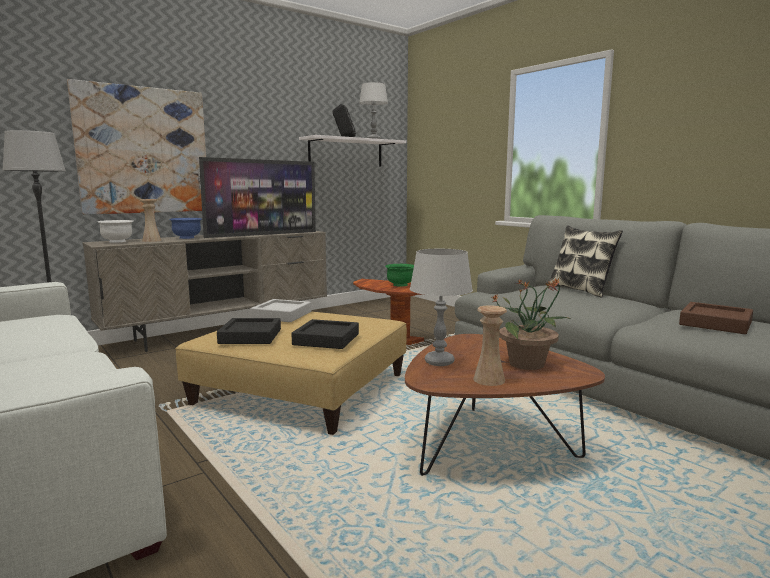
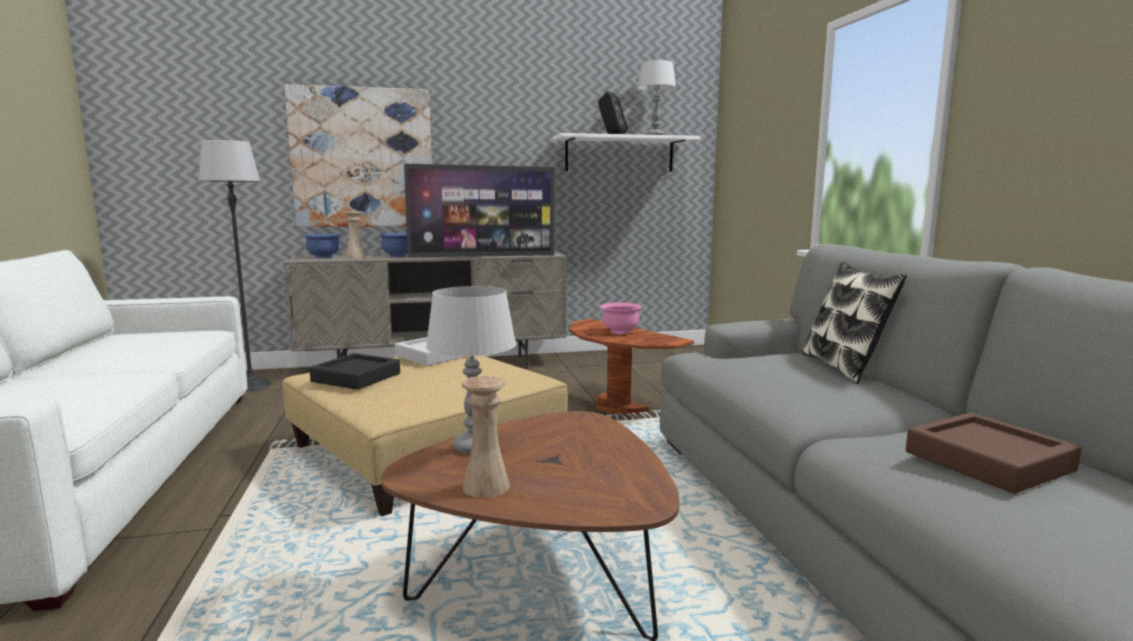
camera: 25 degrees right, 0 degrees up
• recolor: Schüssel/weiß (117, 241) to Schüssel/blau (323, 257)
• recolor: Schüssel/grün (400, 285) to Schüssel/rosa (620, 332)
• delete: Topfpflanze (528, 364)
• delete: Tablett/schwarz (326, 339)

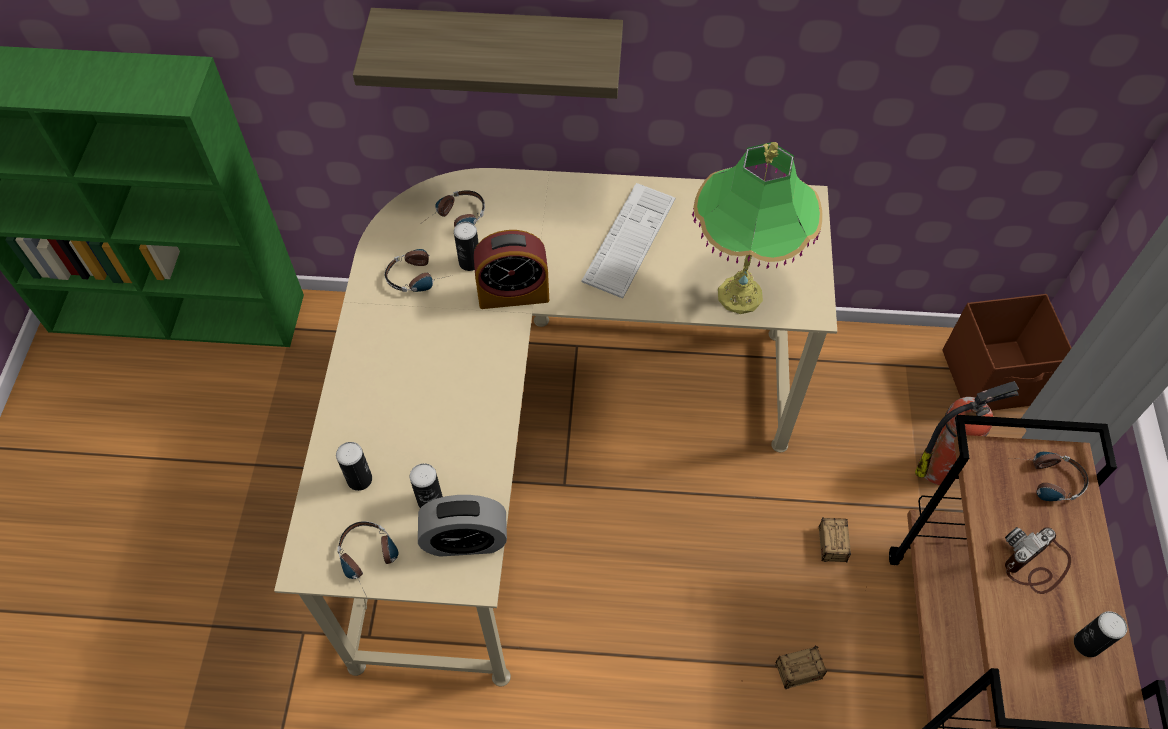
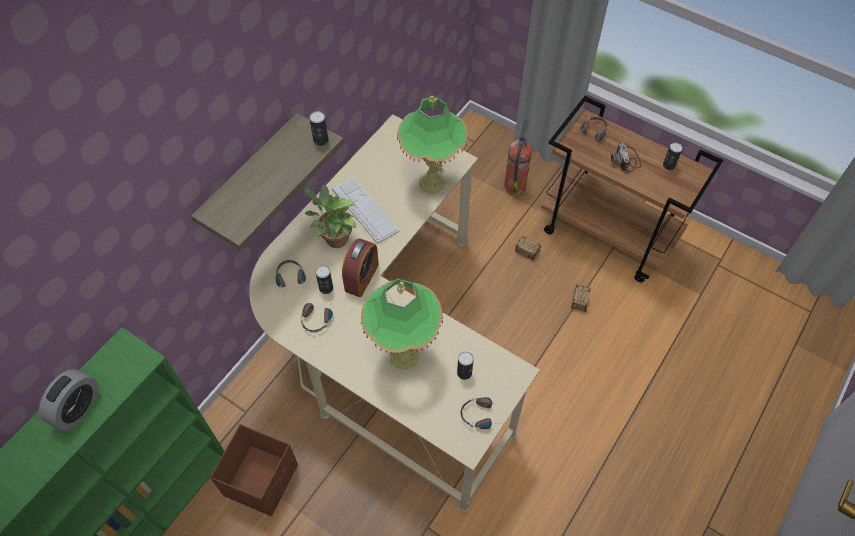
camera: 60 degrees left, 0 degrees up
• move: Aufbewahrungsbox/braun (993, 378) to (262, 479)
• move: Dose (359, 479) to (321, 140)
• move: Wecker (465, 540) to (77, 408)
• insert: Topfpflanze (334, 238)
• insert: Tischlampe (403, 356)

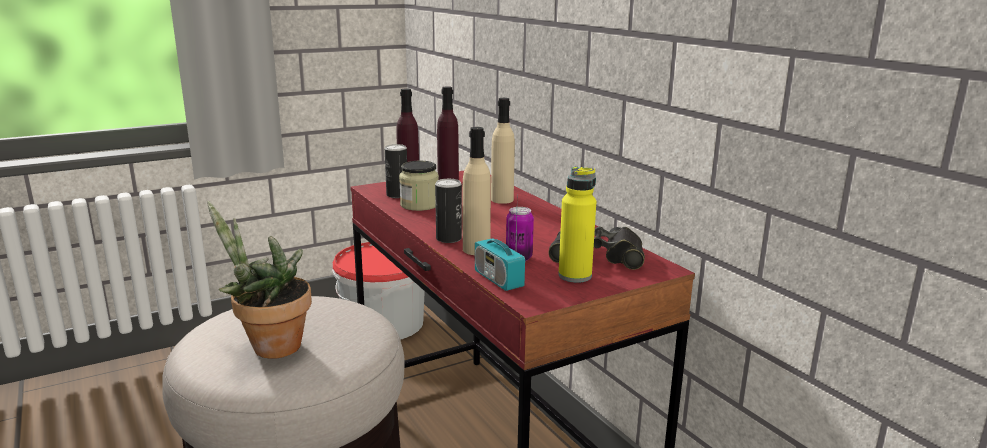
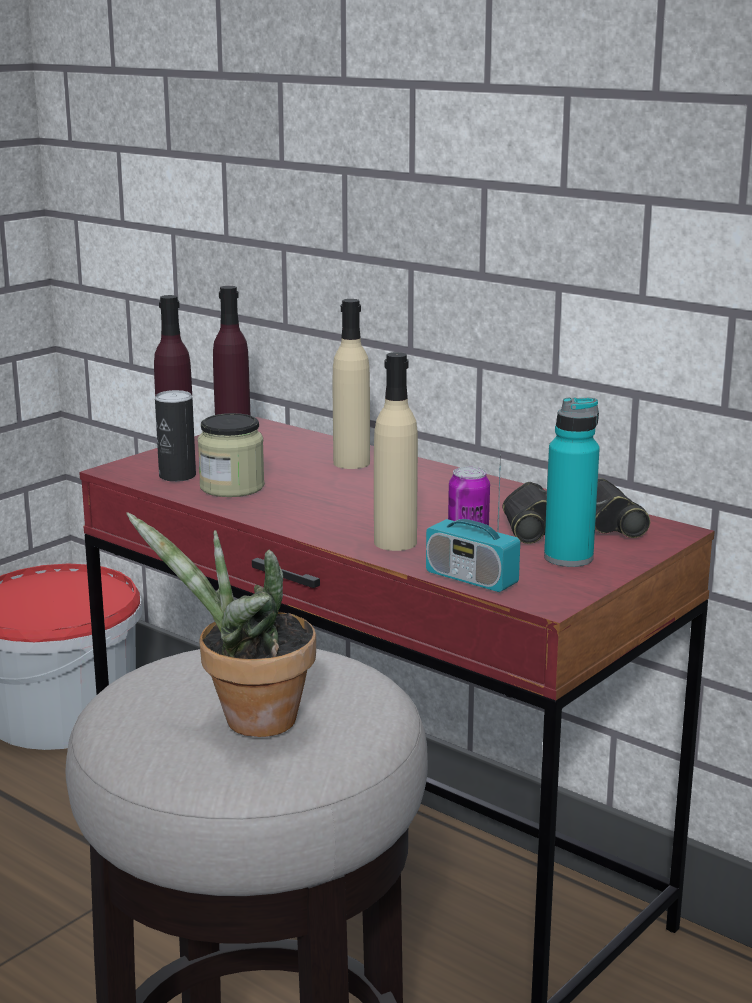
camera: 20 degrees left, 0 degrees up
• recolor: Flasche/gelb (575, 276) to Flasche/türkis (568, 558)
• delete: Dose (448, 238)

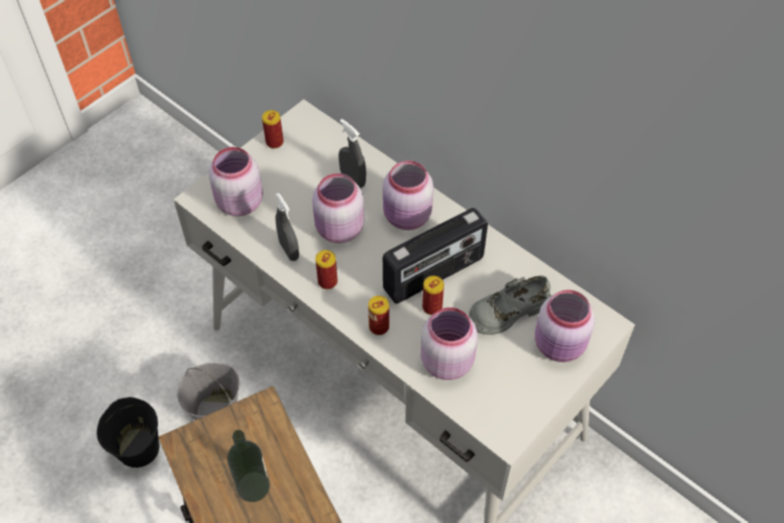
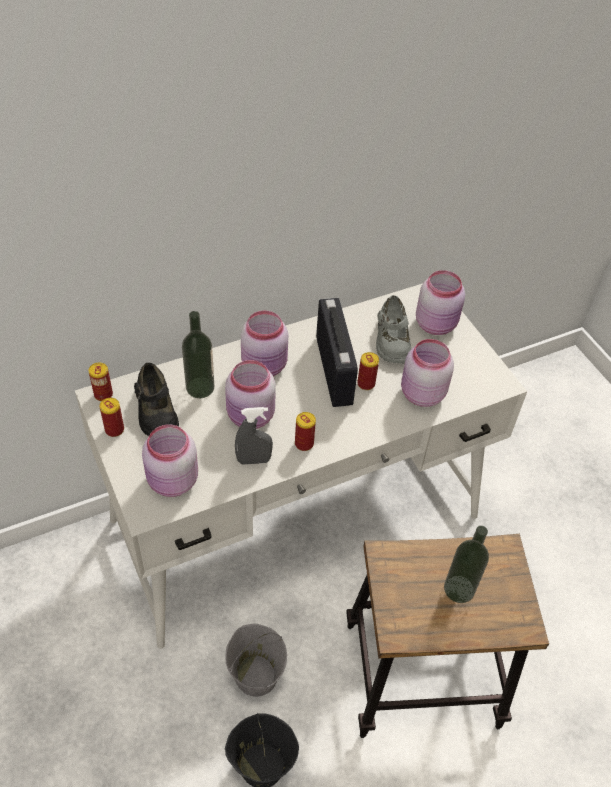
camera: 70 degrees left, 5 degrees down
• replace: Sprühflasche/grau (353, 179) to Flasche (200, 387)
• move: Dose (379, 327) to (103, 394)
• insert: Schuh/schwarz (155, 410)

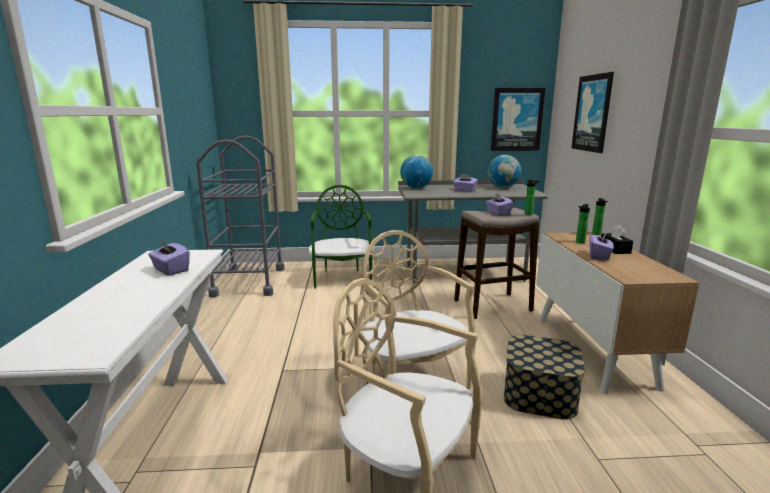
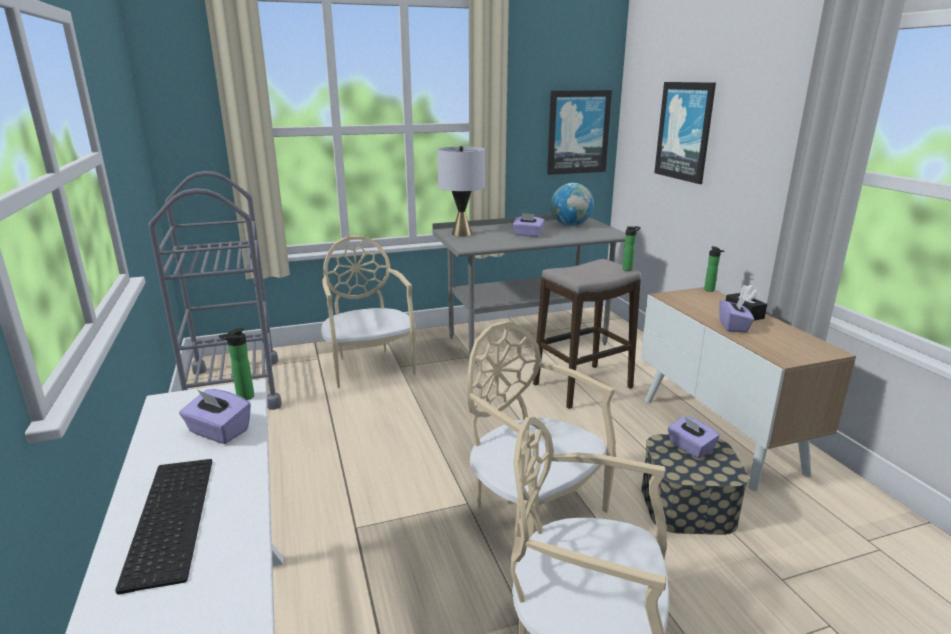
camera: 15 degrees left, 5 degrees up
• replace: Globus (416, 188) to Tischlampe/grau (461, 233)
• recolor: Stuhl/grün (342, 278) to Stuhl/beige (370, 366)
• move: Taschentuchbox/lila (498, 213) to (690, 448)
• move: Flasche (579, 242) to (243, 398)
• insert: Tastatur (167, 517)

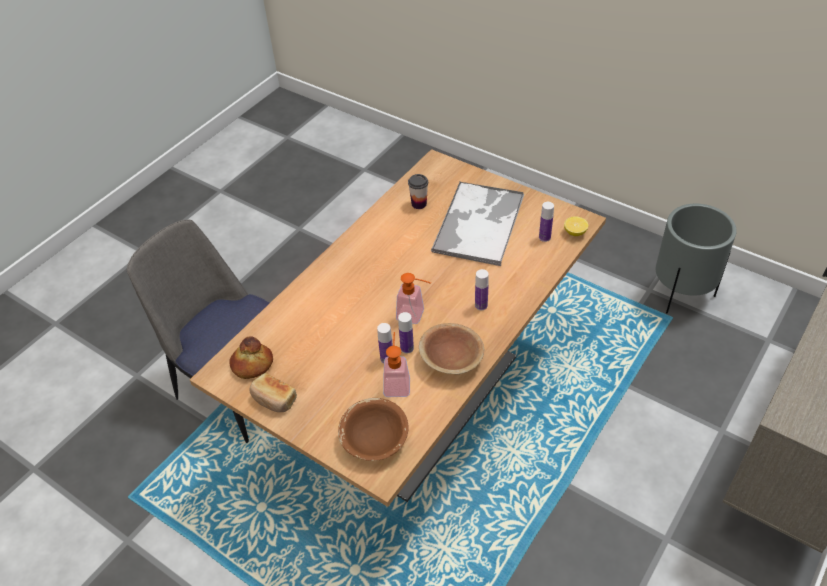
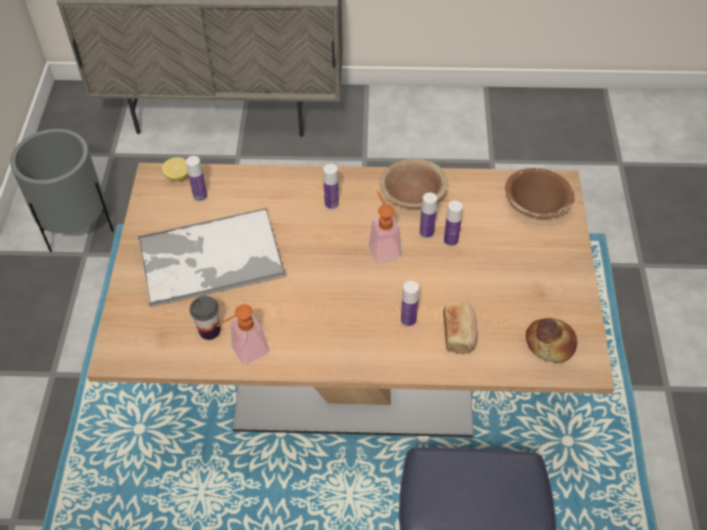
camera: 125 degrees left, 5 degrees up
• move: Seifenspender (397, 382) to (244, 352)
• move: Brot (274, 399) to (459, 334)
• insert: Flasche (408, 320)

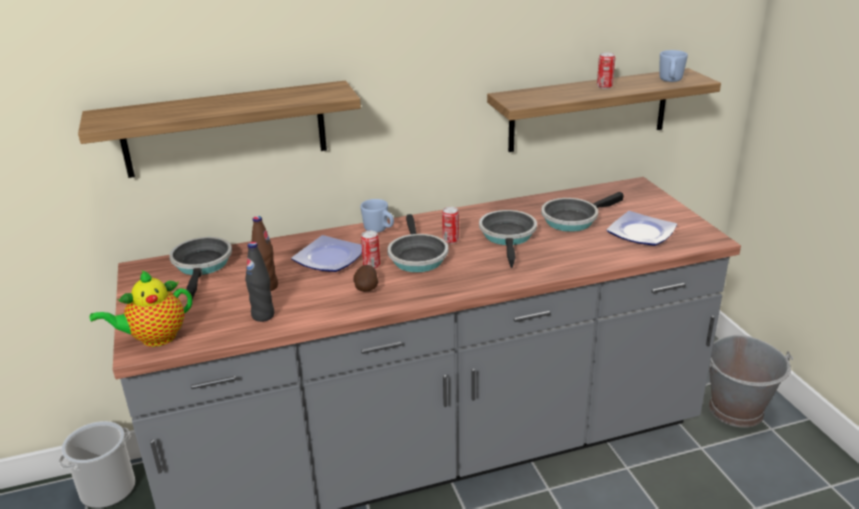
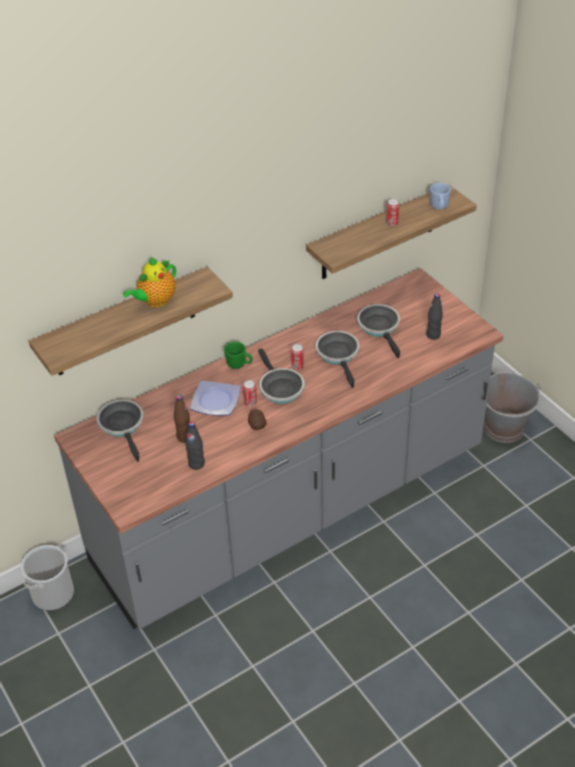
camera: 15 degrees left, 15 degrees up
• rotate: Pfanne (573, 219) = (380, 328) 120 degrees clockwise
• recolor: Henkelbecher/blau (379, 230) to Henkelbecher/grün (239, 365)
• replace: Teller (641, 233) to Flasche/schwarz (433, 335)
• move: Teekanne (154, 338) to (155, 301)

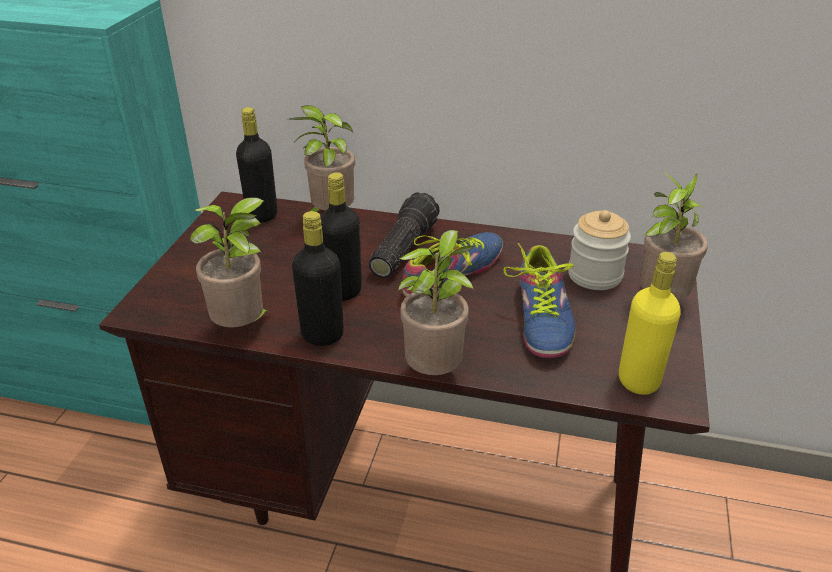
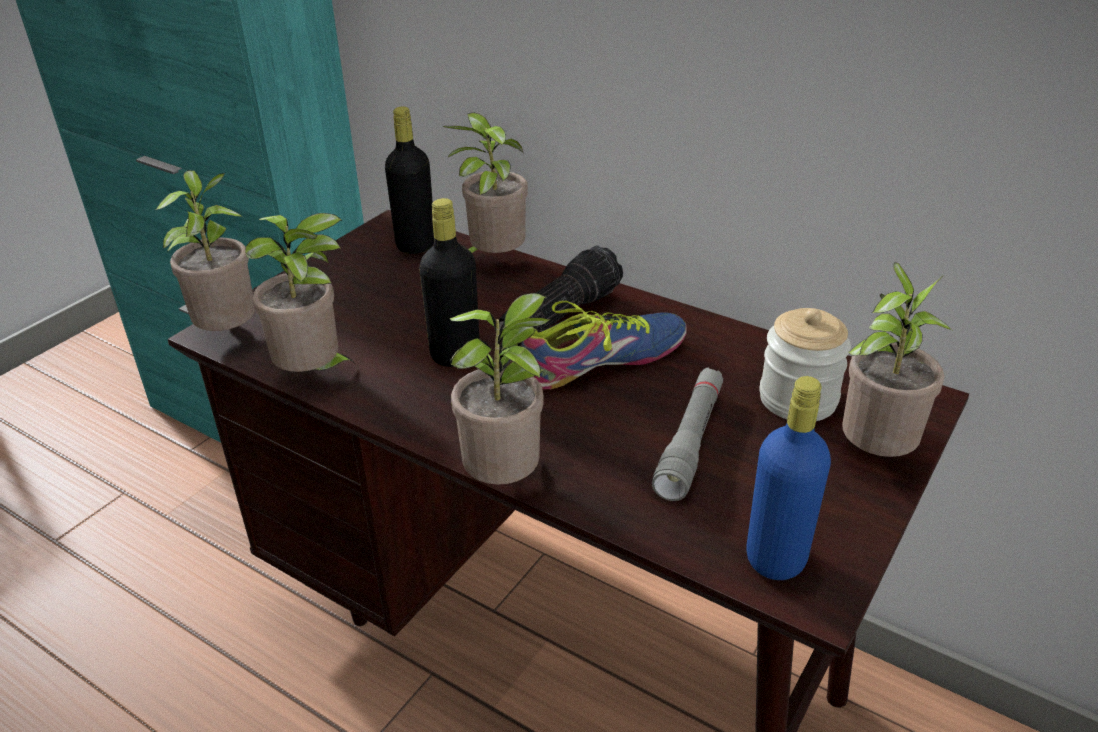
camera: 20 degrees right, 0 degrees up
• delete: Flasche/schwarz (322, 335)
• replace: Schuh (543, 318) to Taschenlampe/grau (690, 441)
• recolor: Flasche/gelb (638, 381) to Flasche/blau (775, 558)
• insert: Topfpflanze (229, 334)

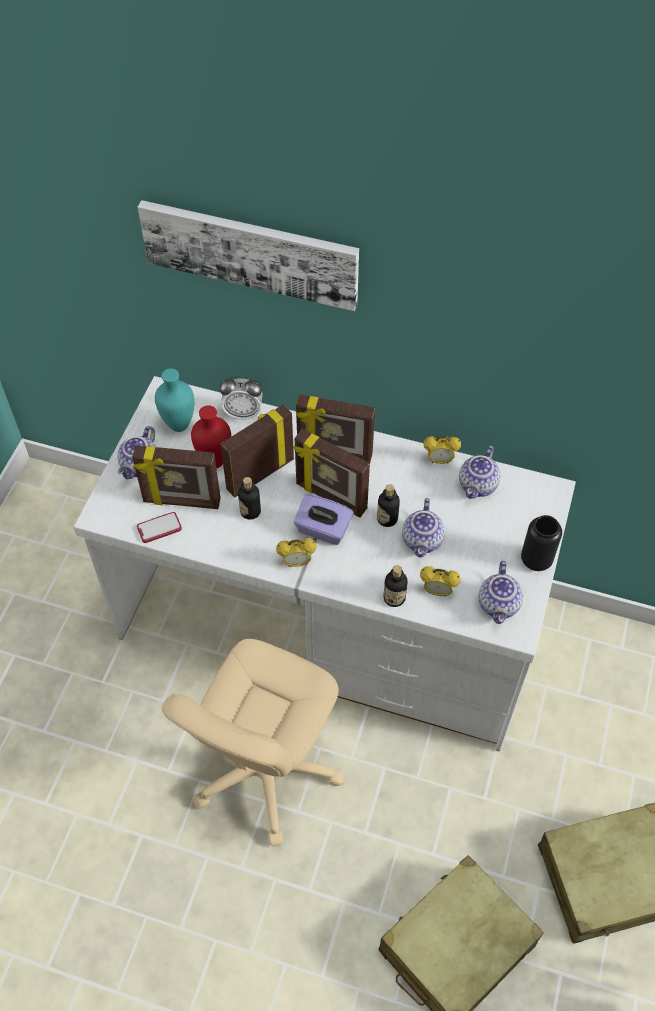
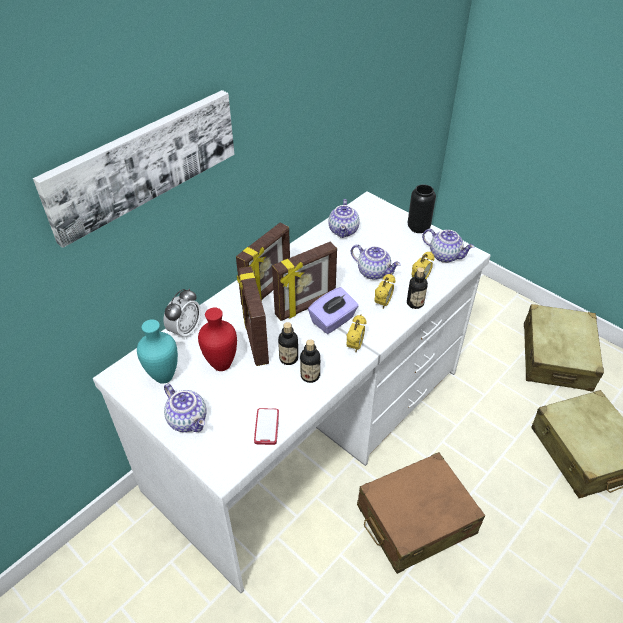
camera: 65 degrees left, 10 degrees down
• move: Wecker (439, 460) to (383, 303)
• delete: Bilderrahmen (181, 502)
• rotate: Teekanne (478, 486) = (344, 231) 45 degrees clockwise
• move: Flasche (387, 519) to (310, 375)
• replace: Bürostuhl/beige (265, 770) to Koffer/braun (415, 520)

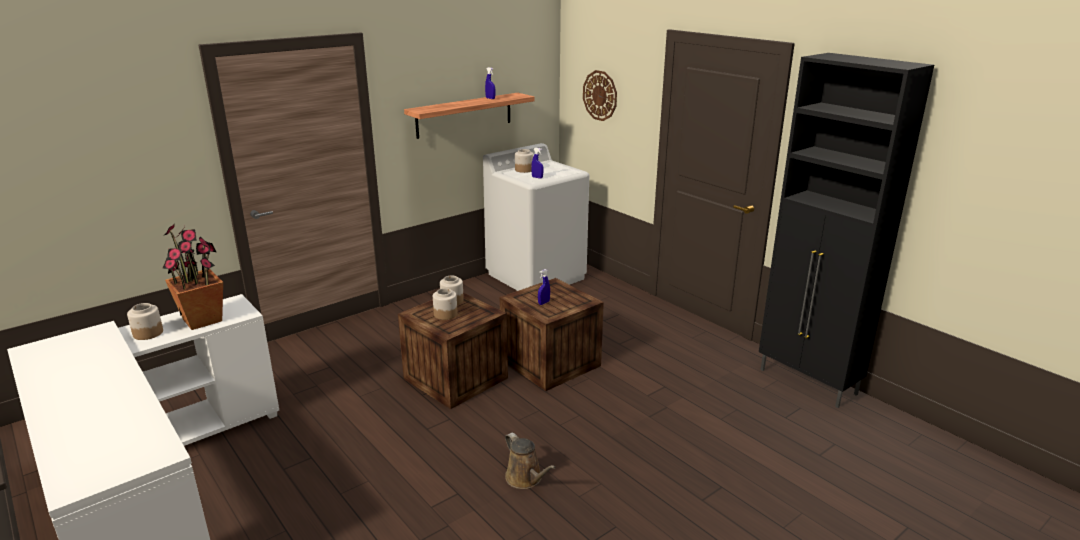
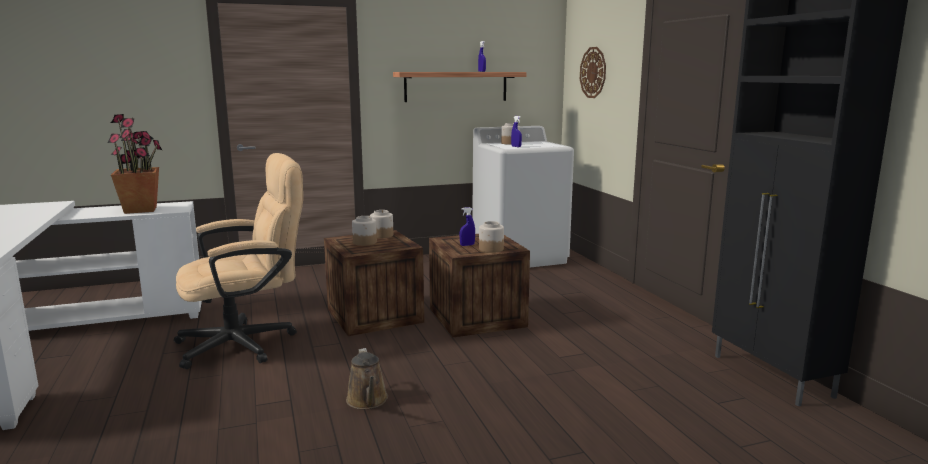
camera: 20 degrees right, 10 degrees down
• move: Vorratsglas (148, 333) to (491, 249)
• insert: Bürostuhl/beige (247, 343)

